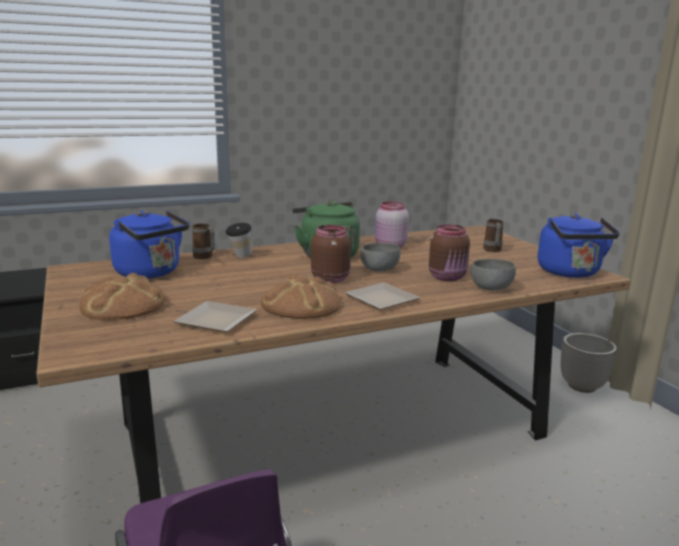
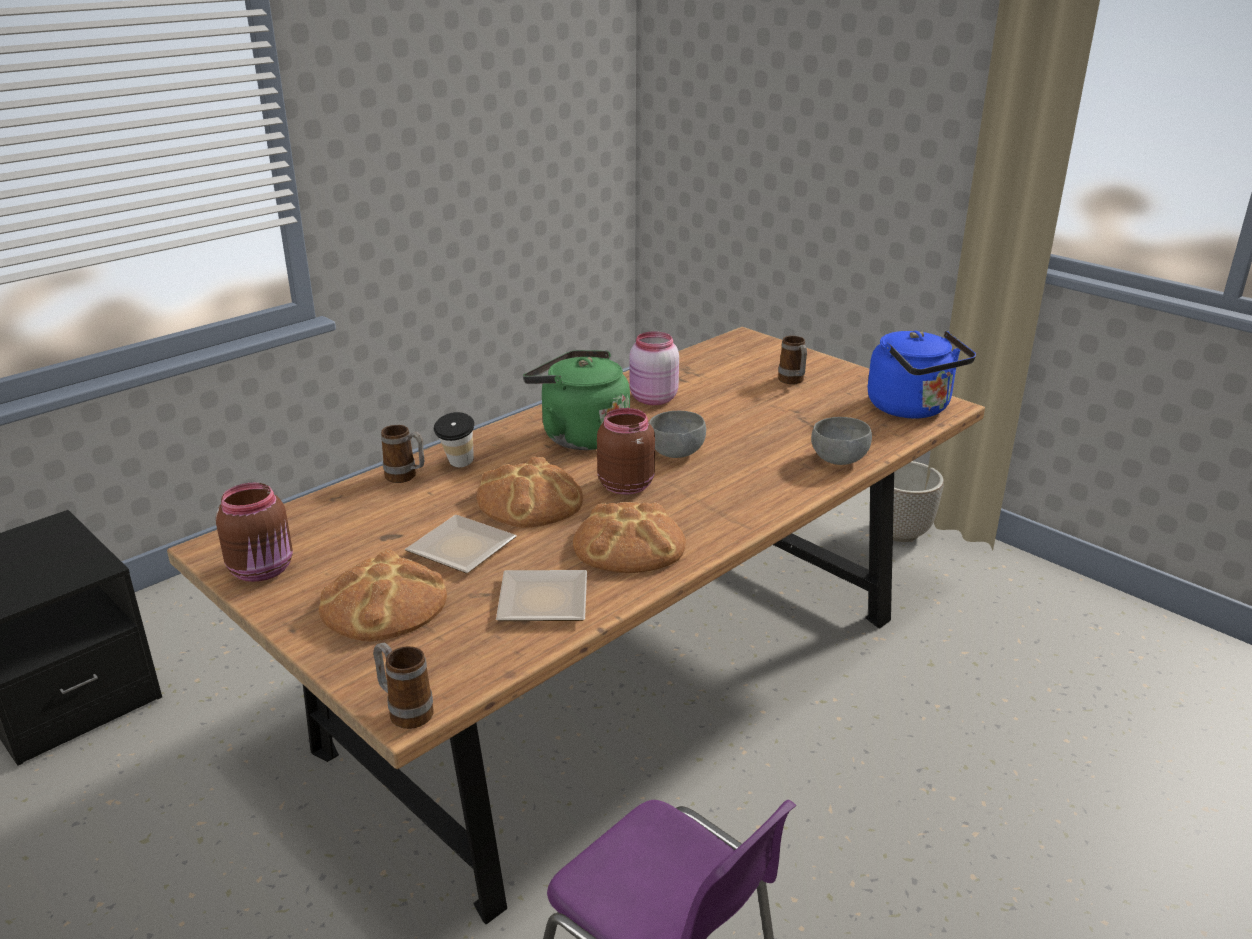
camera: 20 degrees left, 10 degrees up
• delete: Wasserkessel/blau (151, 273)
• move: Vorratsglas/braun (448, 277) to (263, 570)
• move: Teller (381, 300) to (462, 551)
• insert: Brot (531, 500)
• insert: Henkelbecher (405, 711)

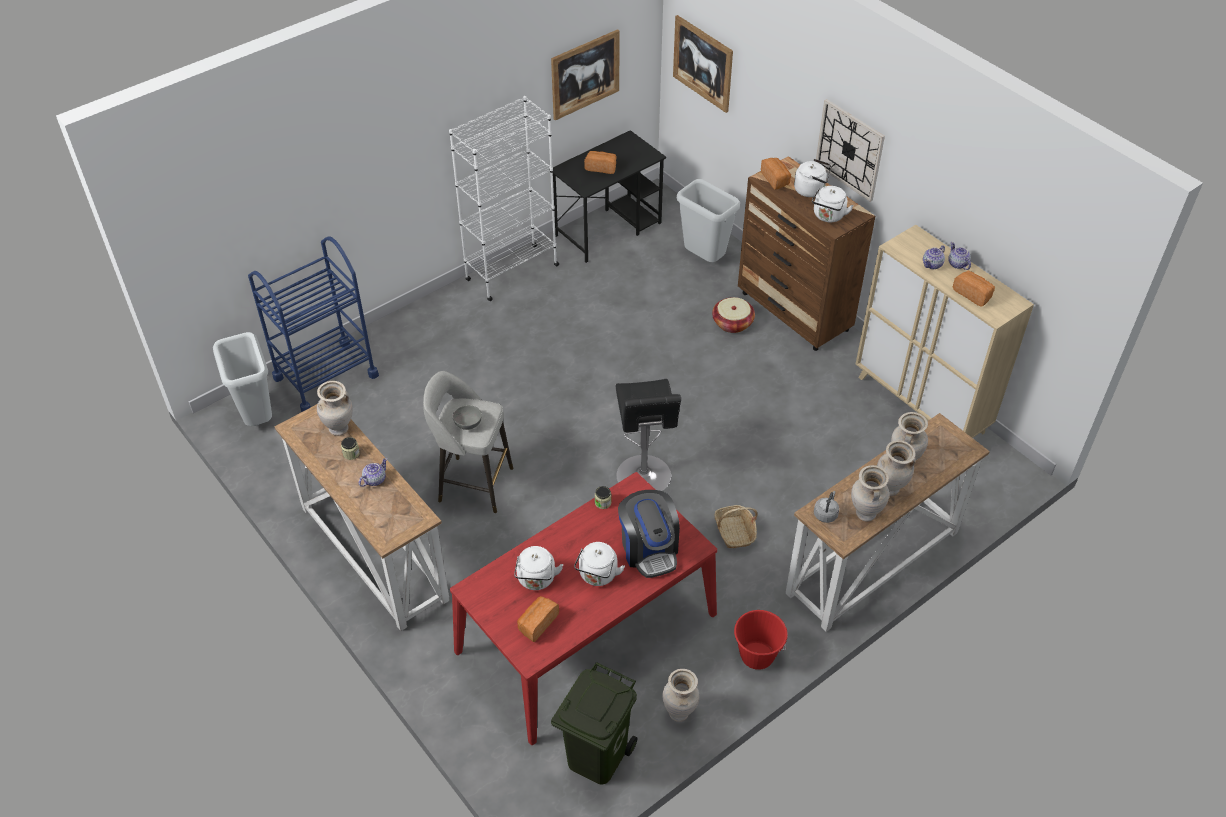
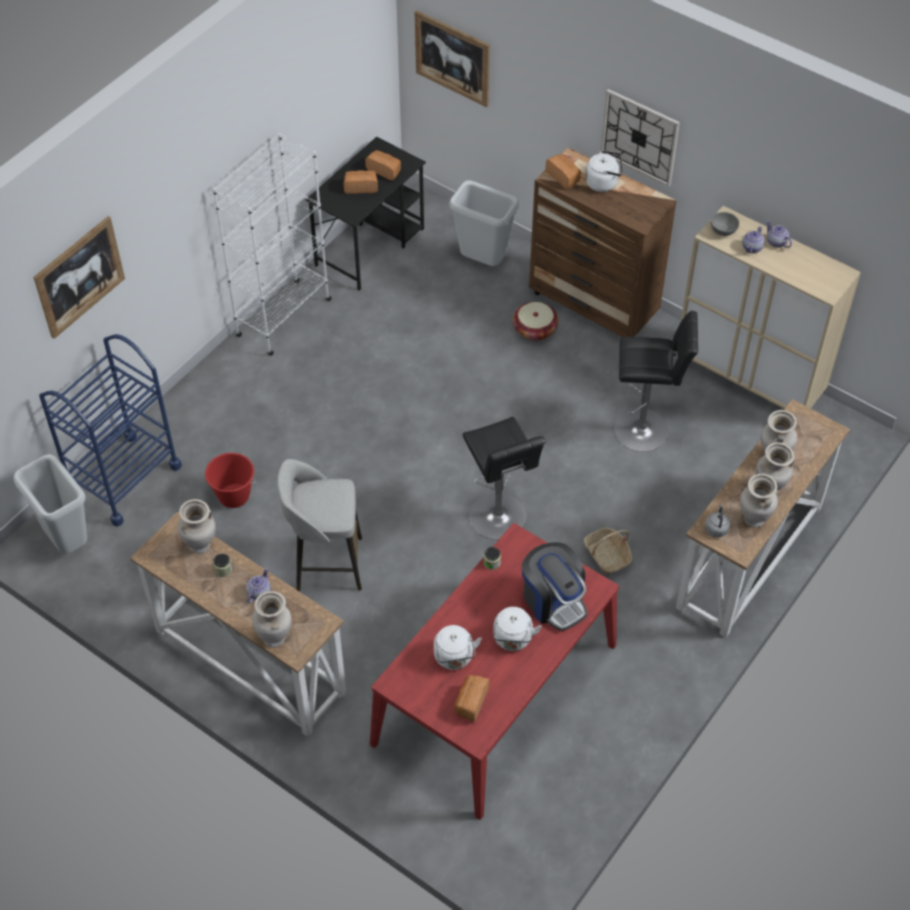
camera: 15 degrees left, 5 degrees up
• move: Bild (585, 74) to (79, 277)
• delete: Wasserkessel/weiß (828, 216)
• move: Brot (973, 294) to (384, 170)
• move: Schüssel/grau (467, 423) to (722, 230)
• move: Eimer/rot (756, 656) to (233, 496)
• delete: Mülleimer/grün (596, 756)
• move: Vase/beige (679, 713) to (275, 638)
• insert: Hocker/schwarz (645, 430)

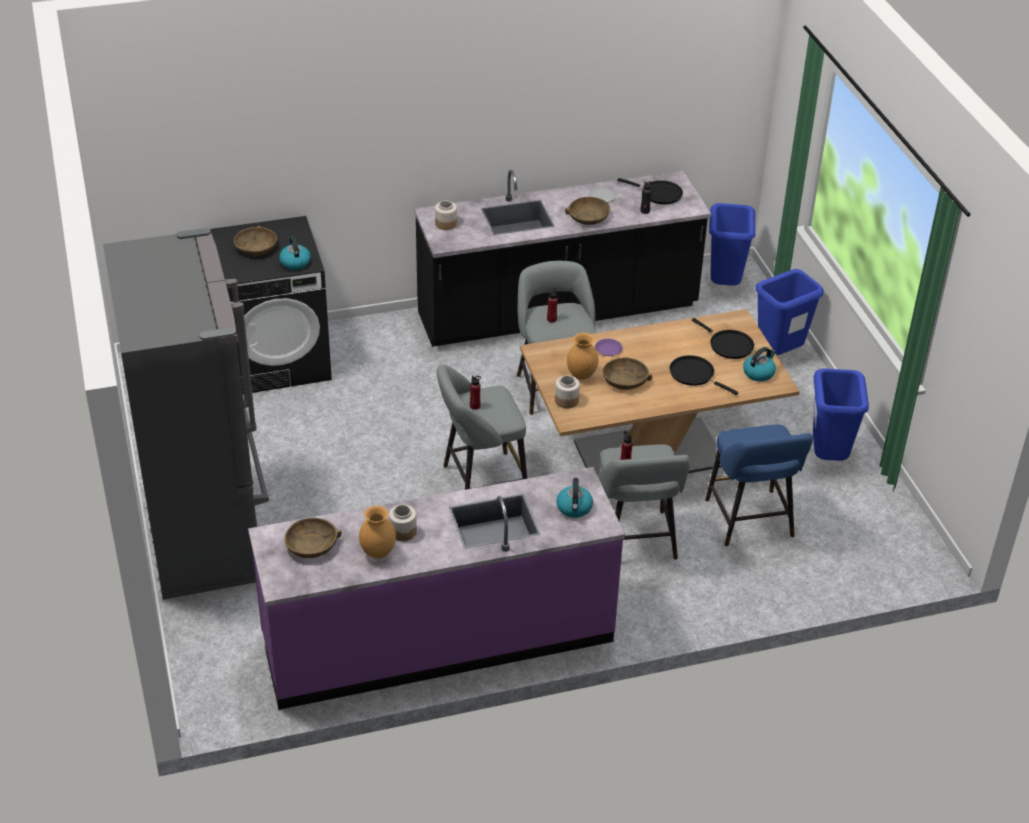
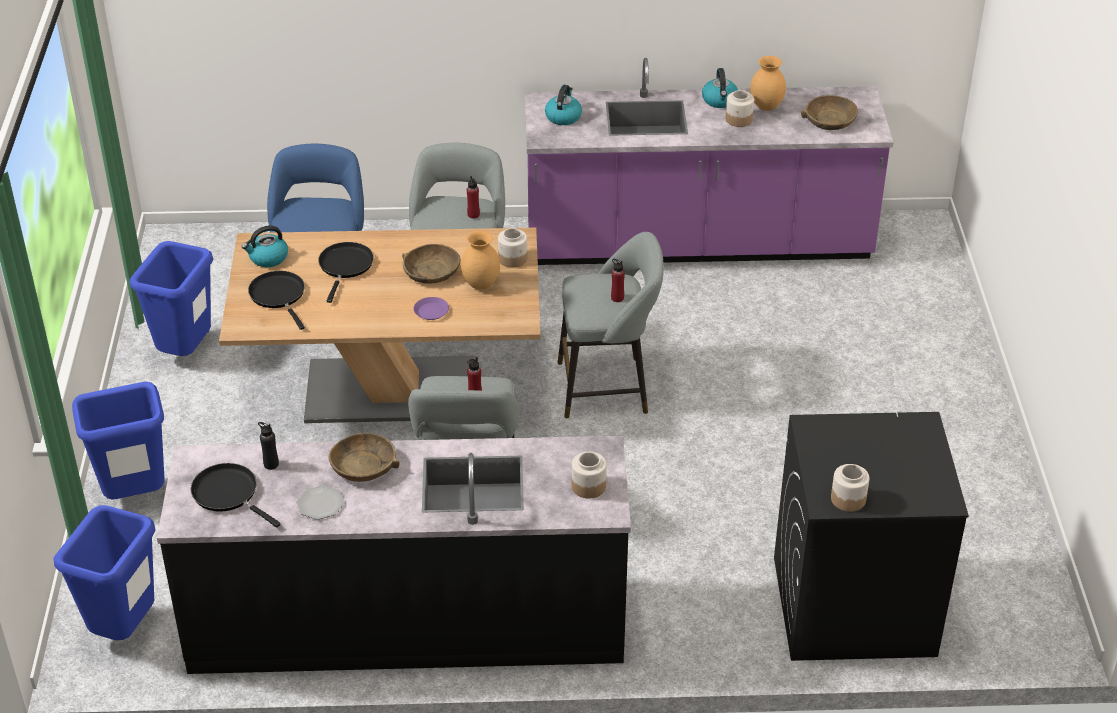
camera: 165 degrees left, 0 degrees up
• delete: Schüssel/braun (256, 247)
• delete: Kühlschrank/grau (208, 533)
• move: Wasserkessel (295, 262) to (720, 101)
• rotate: Pfanne/schwarz (694, 375) = (345, 266) 135 degrees counterclockwise
• insert: Vorratsglas (848, 499)

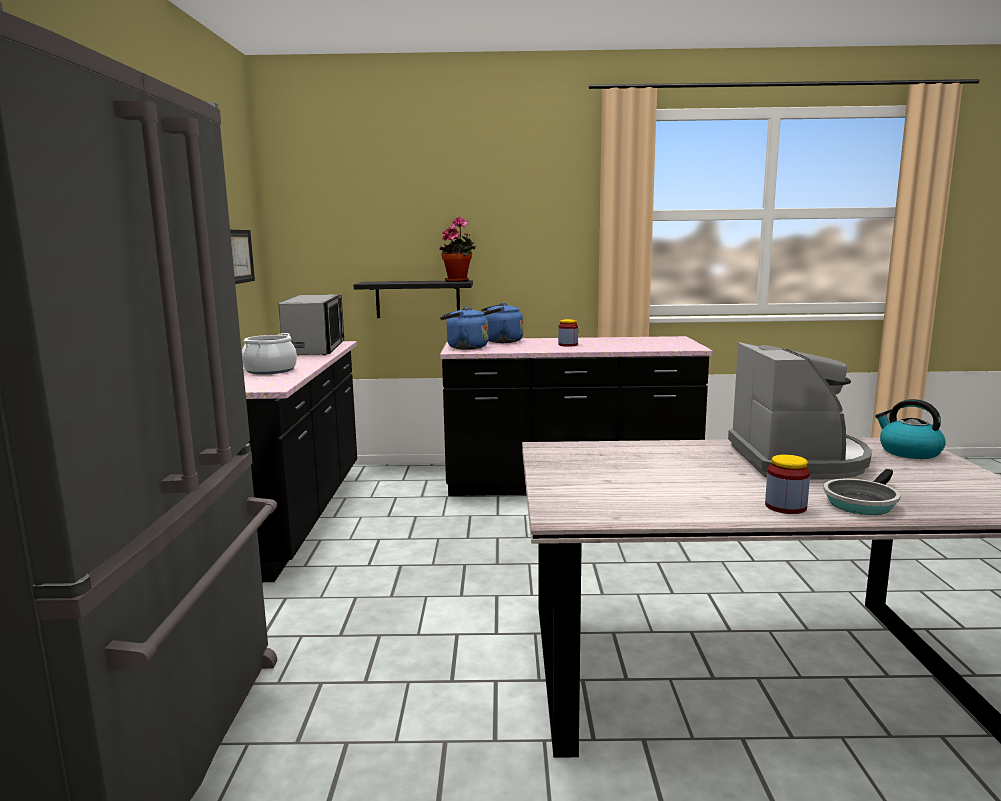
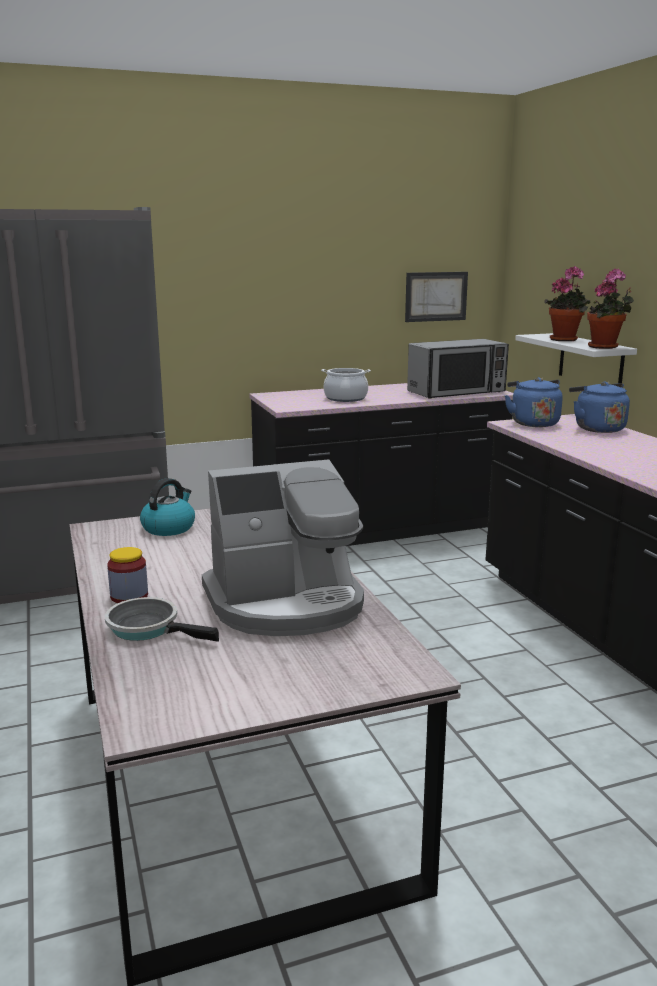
camera: 70 degrees right, 5 degrees up
• recolor: Wandregal/schwarz (418, 299) to Wandregal/weiß (590, 361)
• delete: Vorratsglas (568, 345)
• move: Wasserkessel (908, 452) to (169, 528)
• insert: Topfpflanze (565, 339)

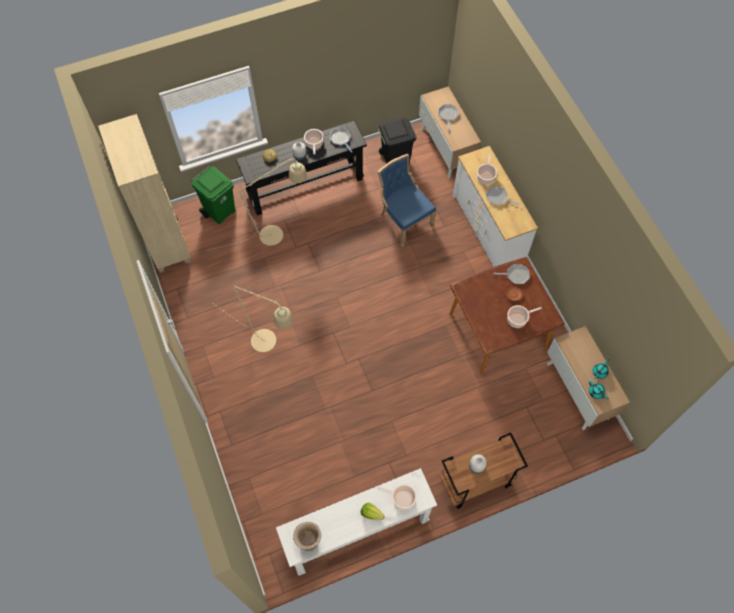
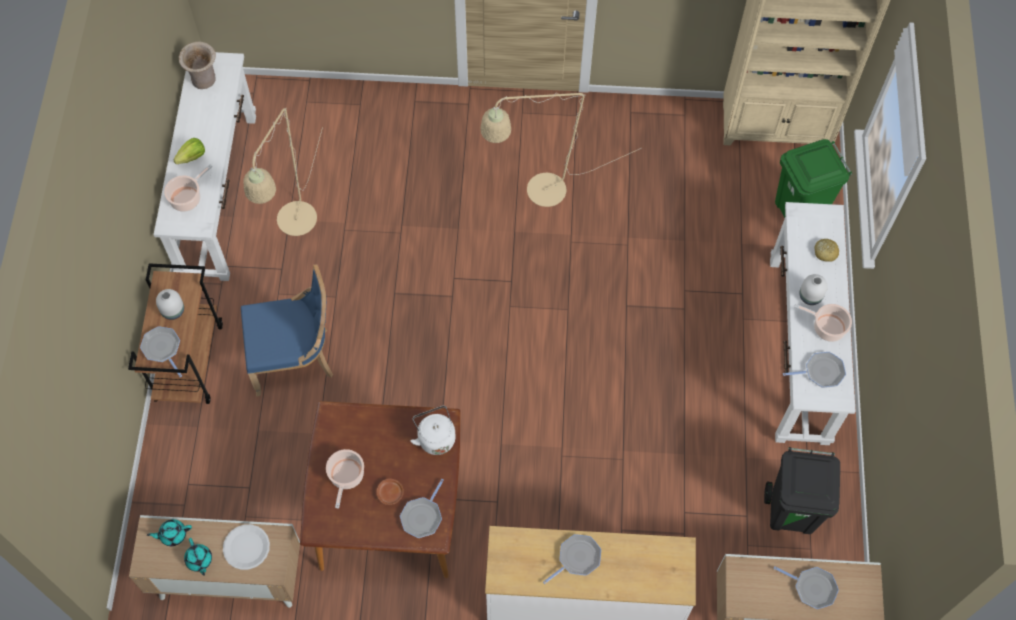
camera: 115 degrees right, 0 degrees up
• recolor: Konsolentisch/schwarz (305, 186) to Konsolentisch/weiß (798, 349)
• delete: Kochtopf (485, 177)
• move: Stuhl/blau (404, 220) to (295, 358)
• move: Stehlampe/beige (277, 233) to (294, 228)
• insert: Pfanne (162, 348)
• insert: Wasserkessel/weiß (435, 437)
• insert: Teller/weiß (246, 547)

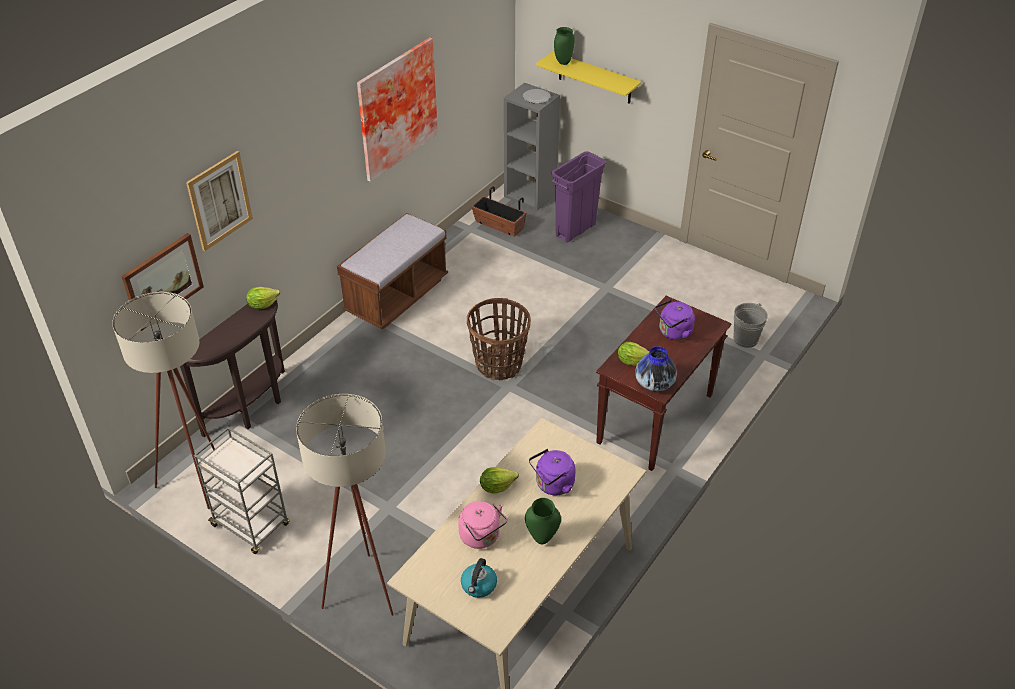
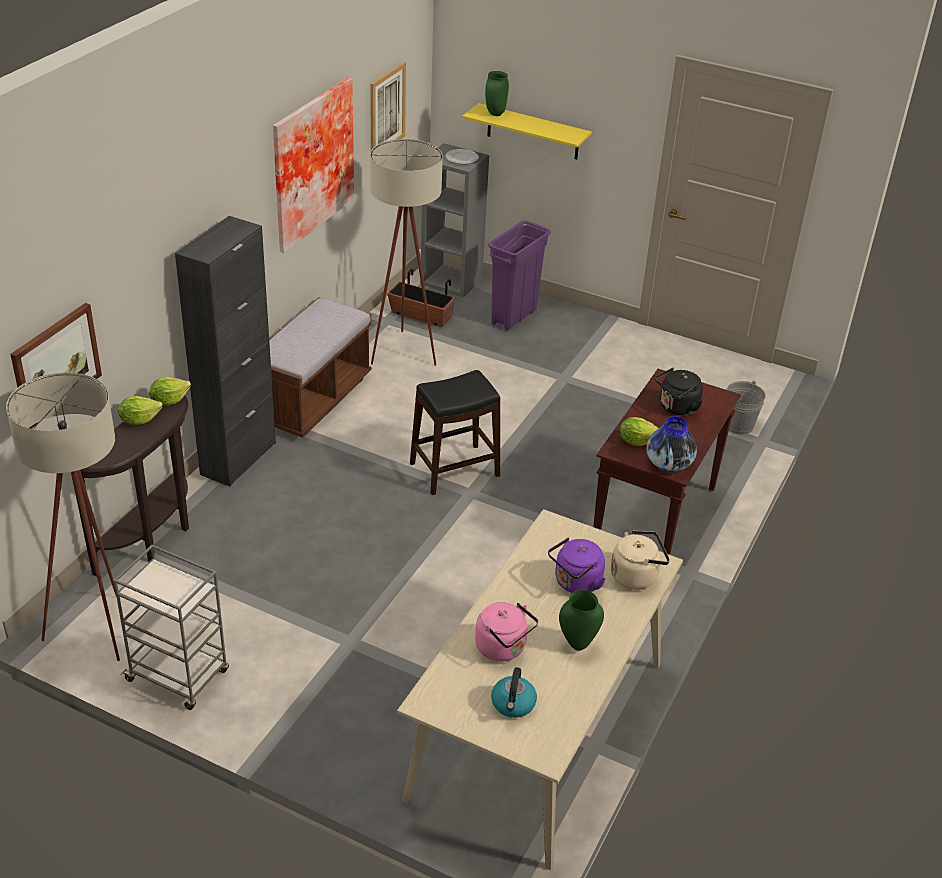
camera: 10 degrees left, 5 degrees down
• move: Bild (219, 200) to (387, 110)
• replace: Korb (499, 364) to Hocker/schwarz (454, 469)
• recolor: Wasserkessel/lila (673, 333) to Wasserkessel/schwarz (677, 408)
• move: Stehlampe/beige (363, 584) to (403, 348)
• move: Salatkopf (496, 486) to (139, 420)
• insert: Schrank/schwarz (238, 458)
• insert: Wasserkessel/beige (636, 576)

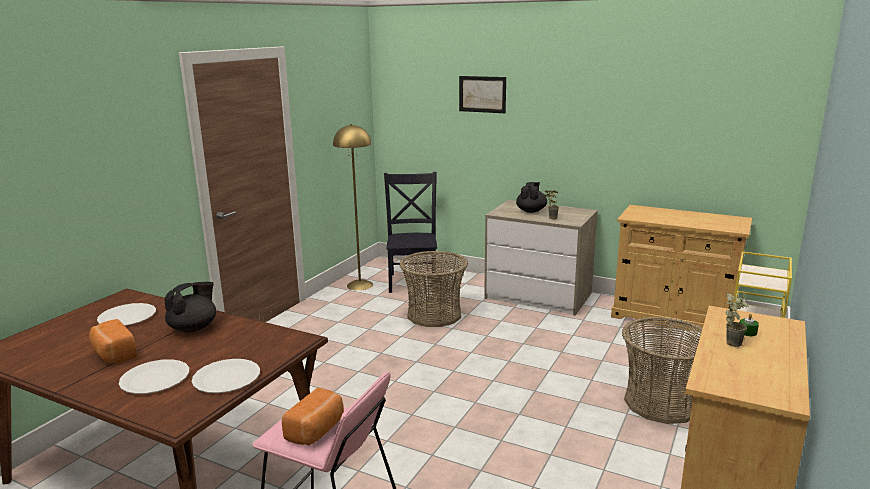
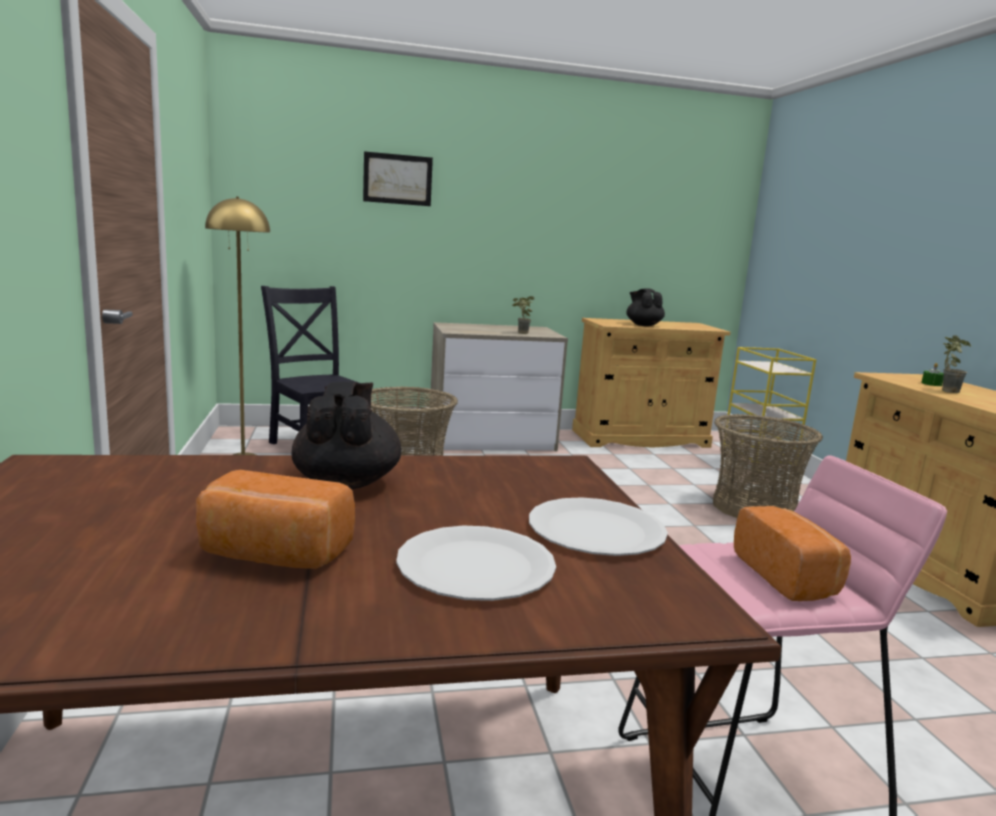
camera: 40 degrees left, 5 degrees down
• move: Teekanne/schwarz (531, 211) to (643, 325)
• delete: Teller/weiß (127, 317)

